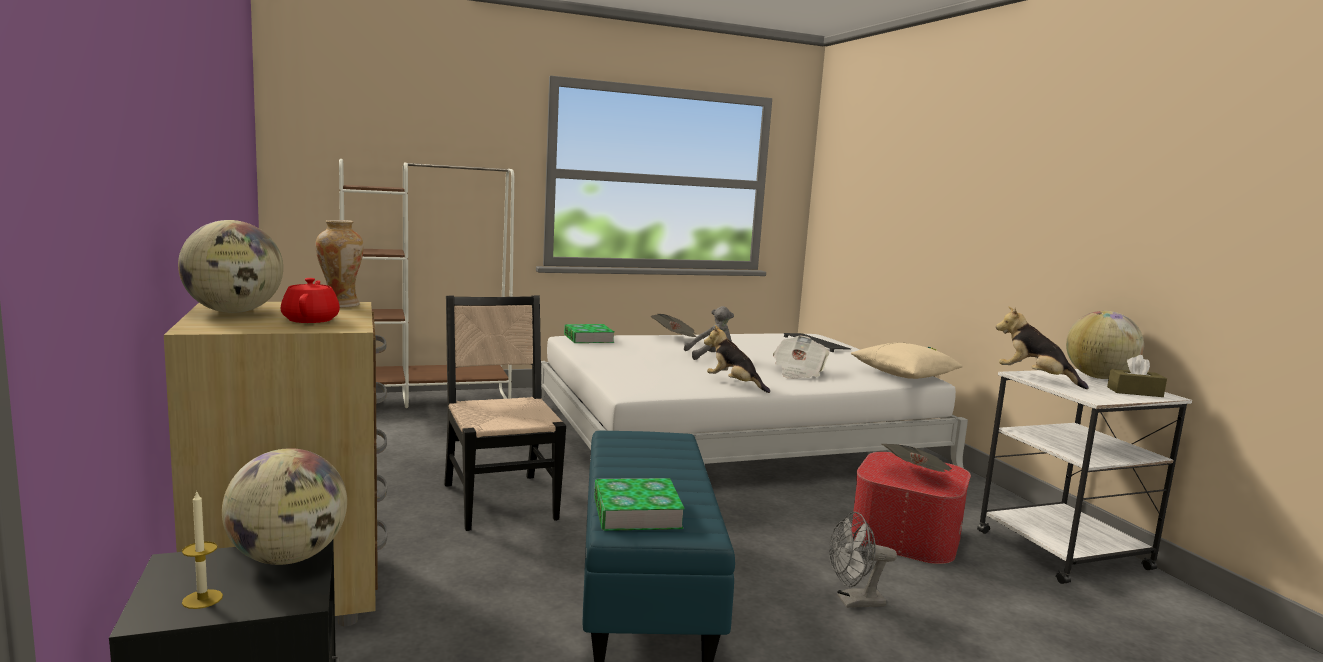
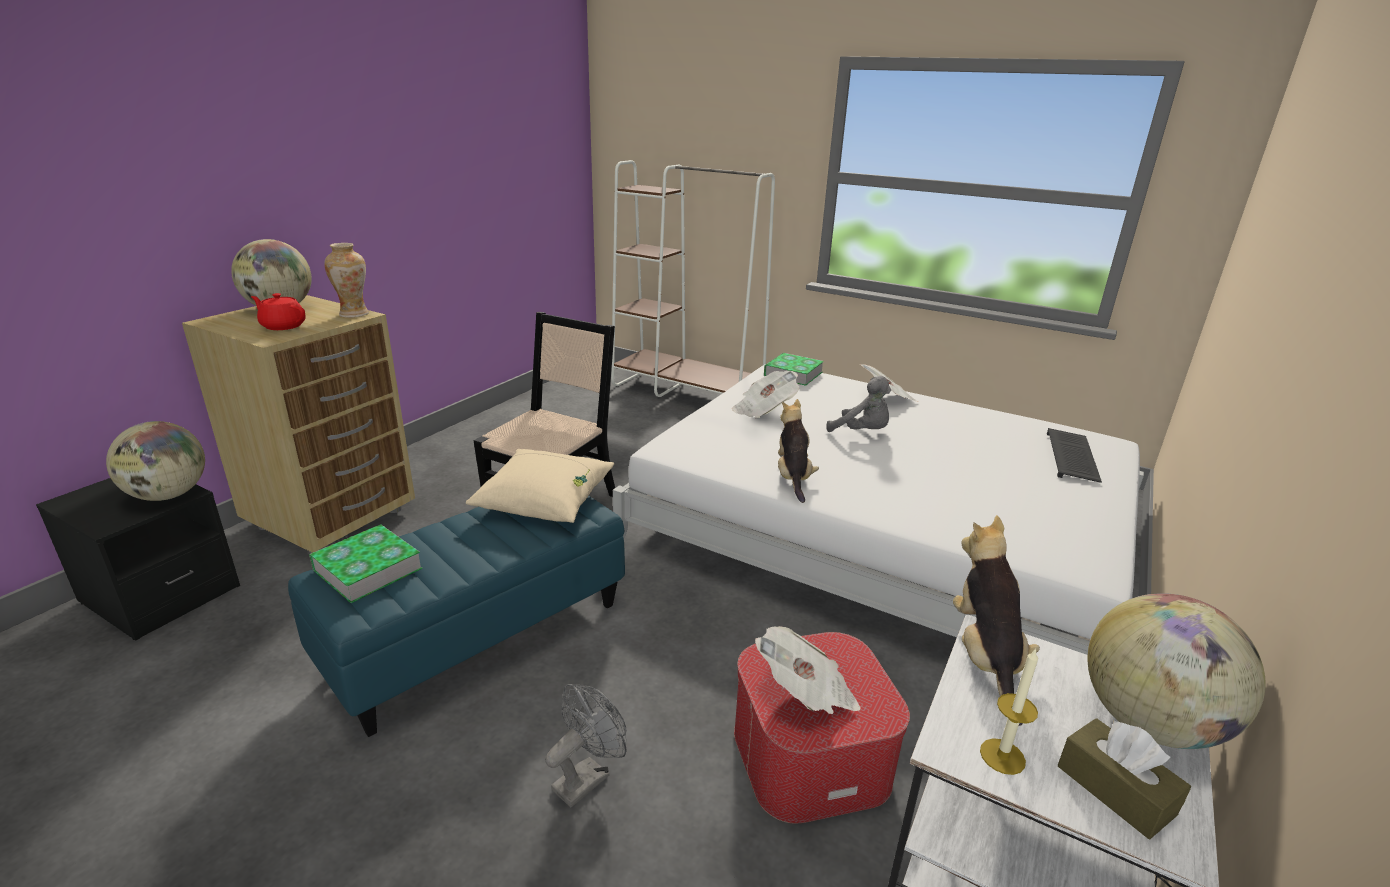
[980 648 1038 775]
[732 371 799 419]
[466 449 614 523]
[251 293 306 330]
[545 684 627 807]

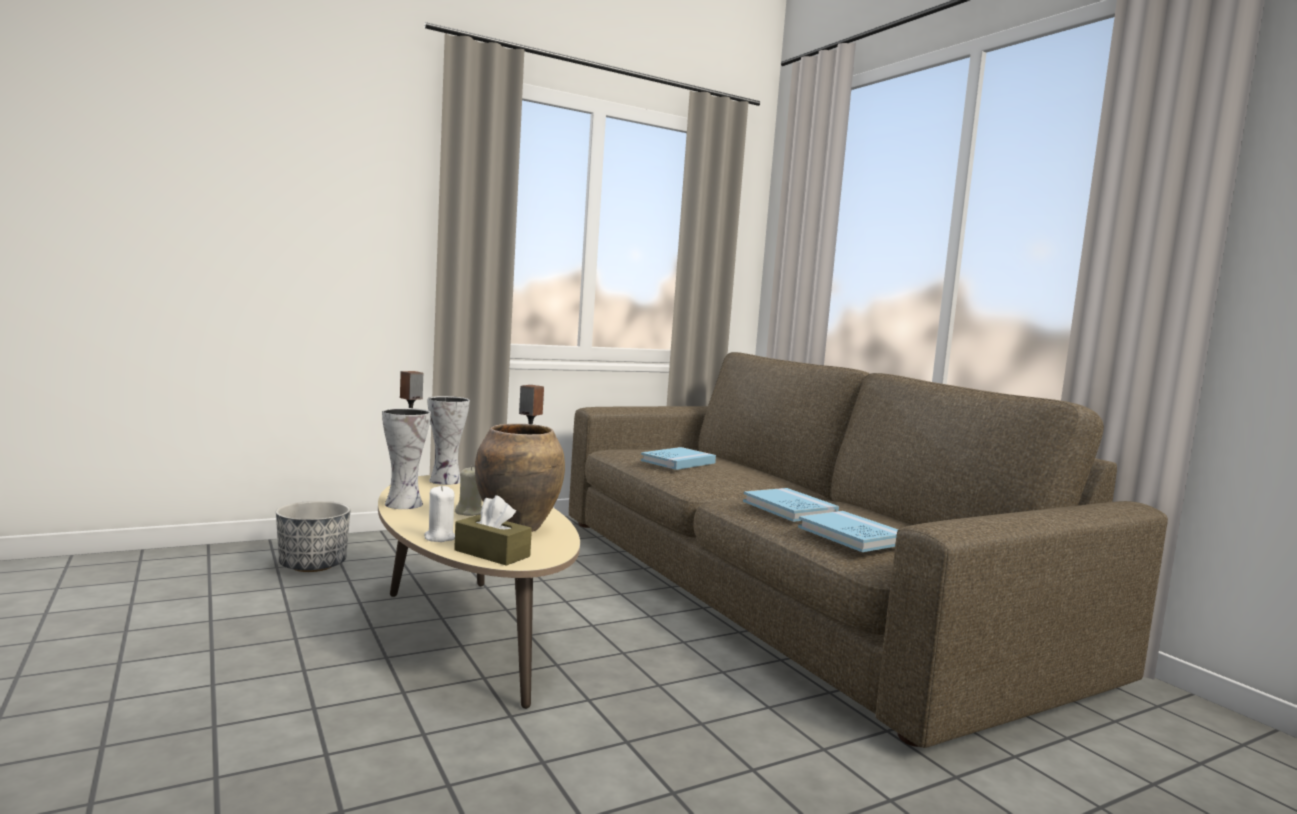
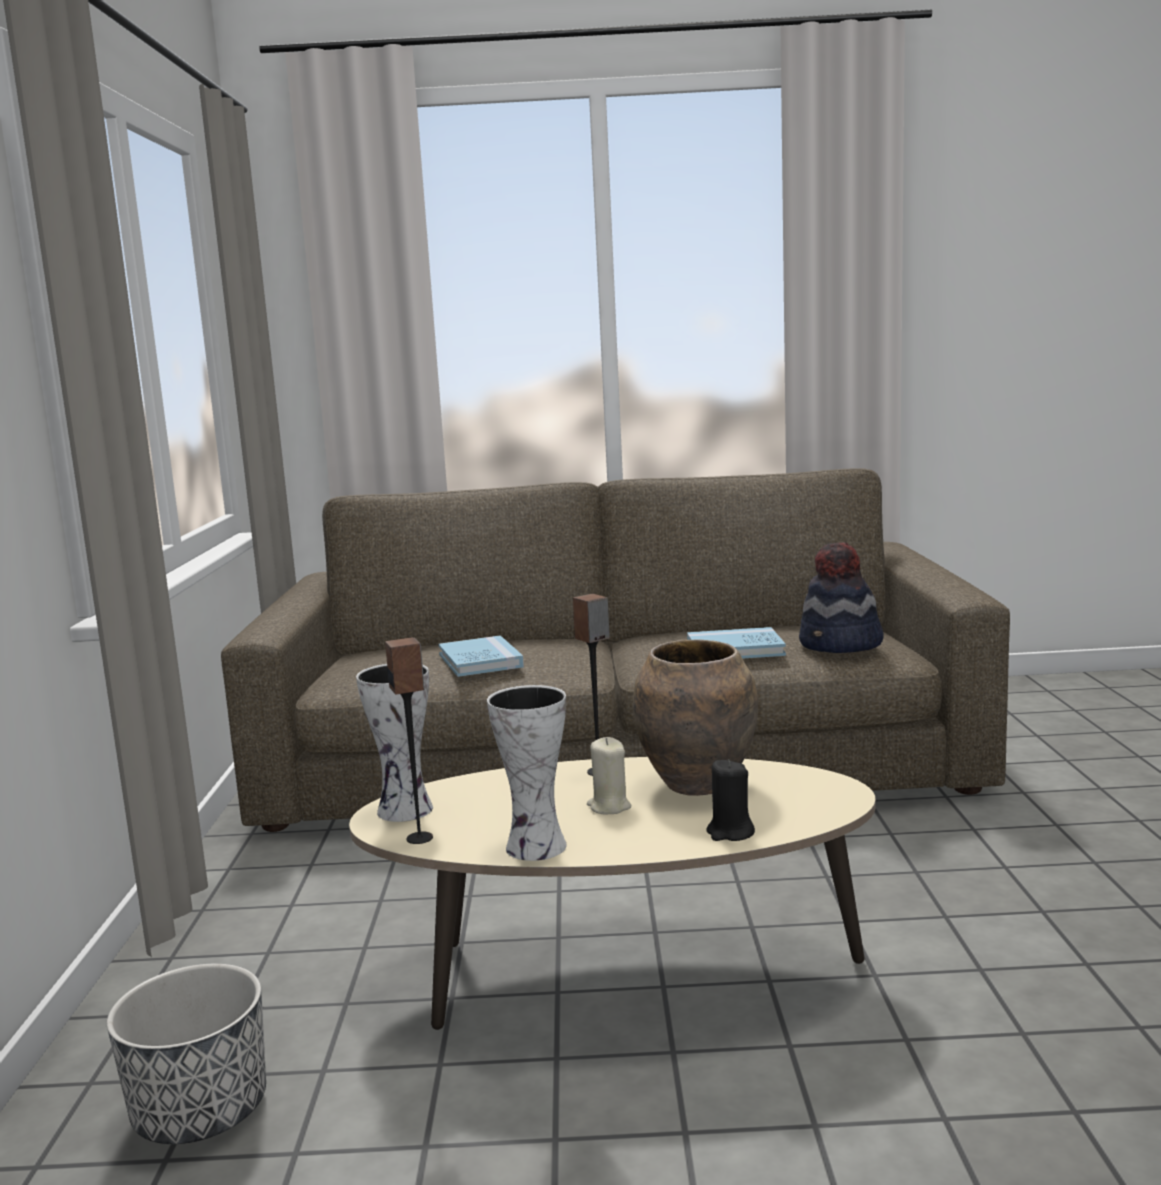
[454 495 532 566] (first image)
[799 543 884 653]
[706 759 755 841]

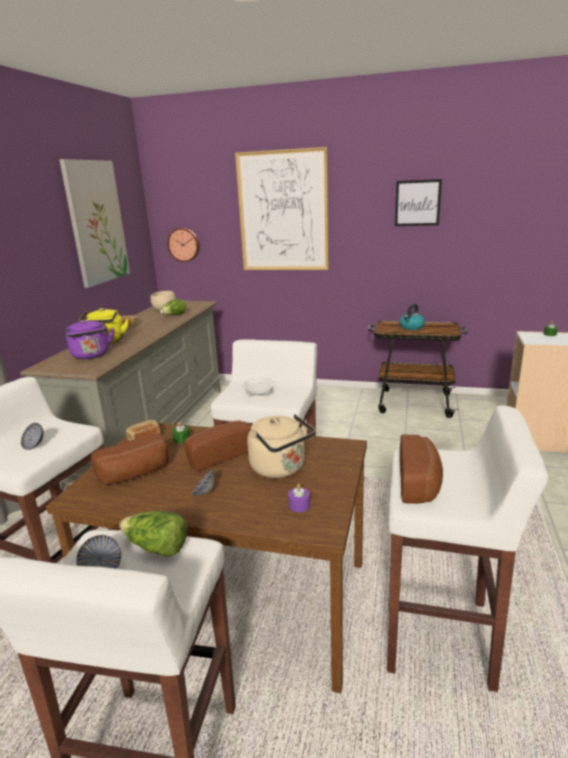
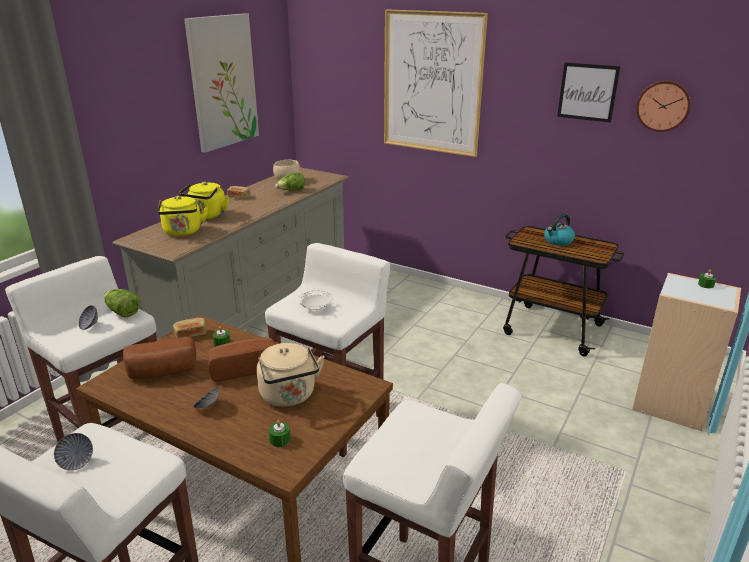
[400 435 443 504] (first image)
[104 289 140 317]
[636 80 691 132]
[157 196 208 236]
[269 420 291 447]

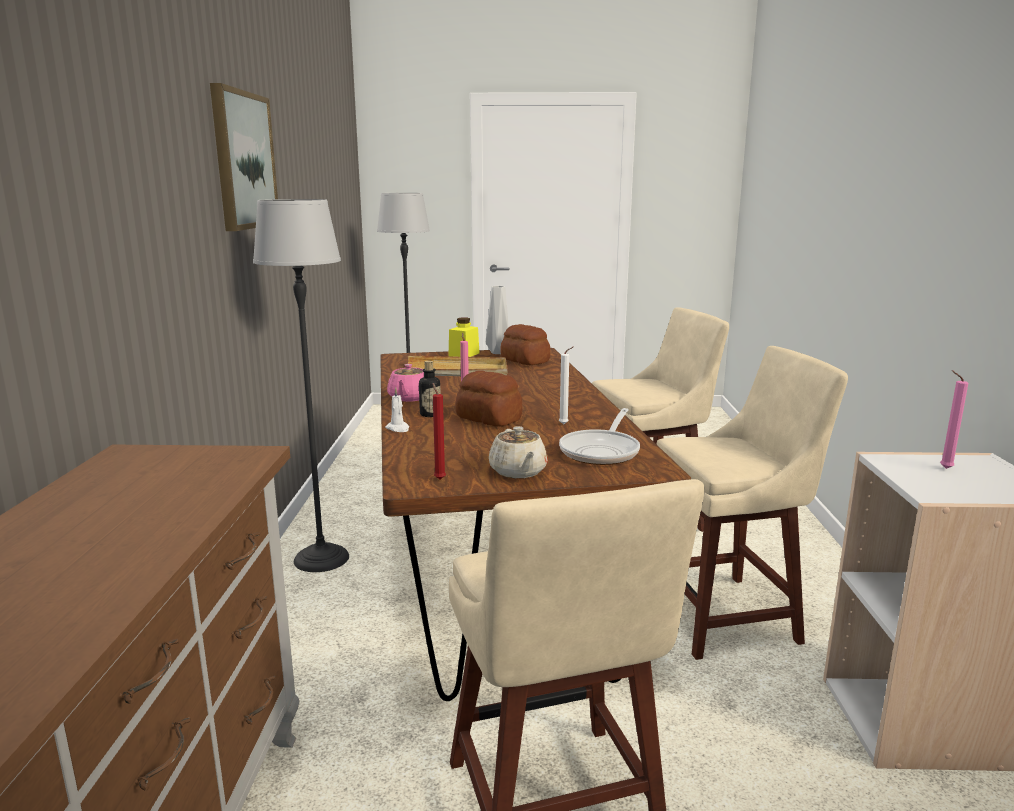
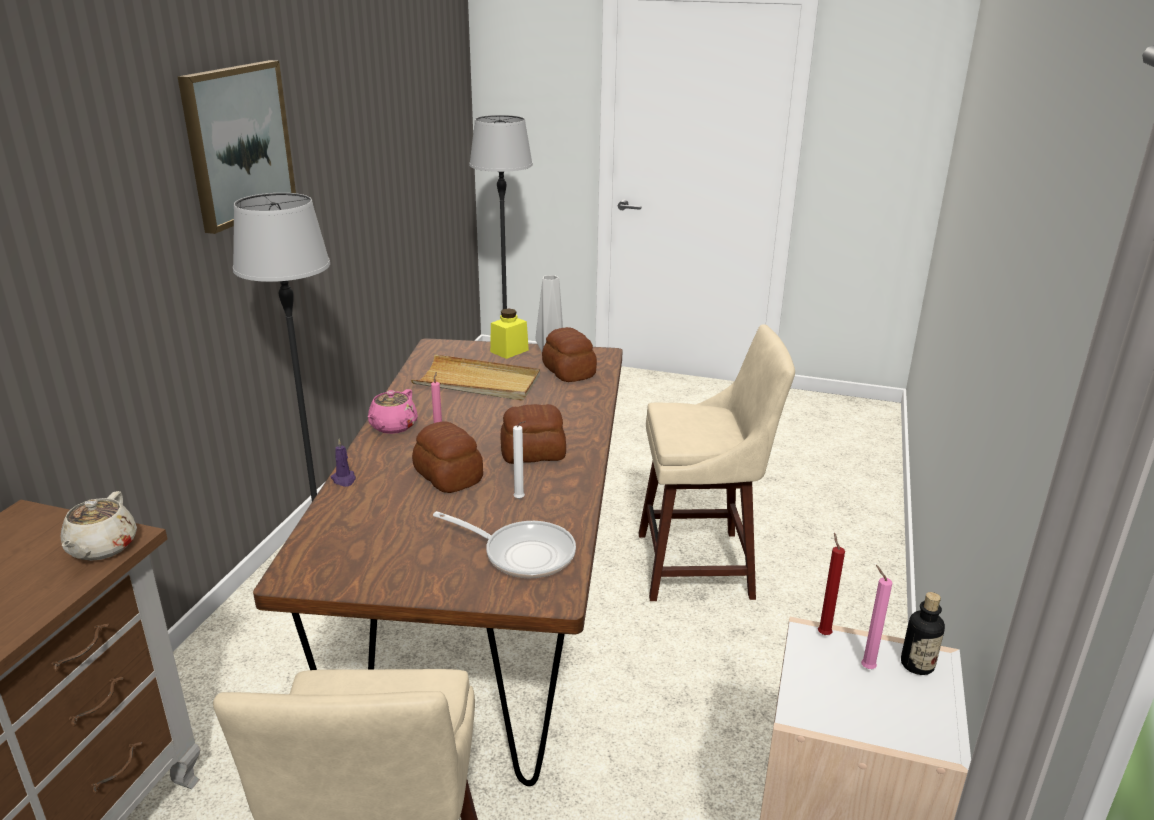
[657 346 848 660] (first image)
[501 404 566 464]
[901 592 945 675]
[818 533 845 635]
[61 491 137 561]
[331 439 356 487]
[433 511 576 578]

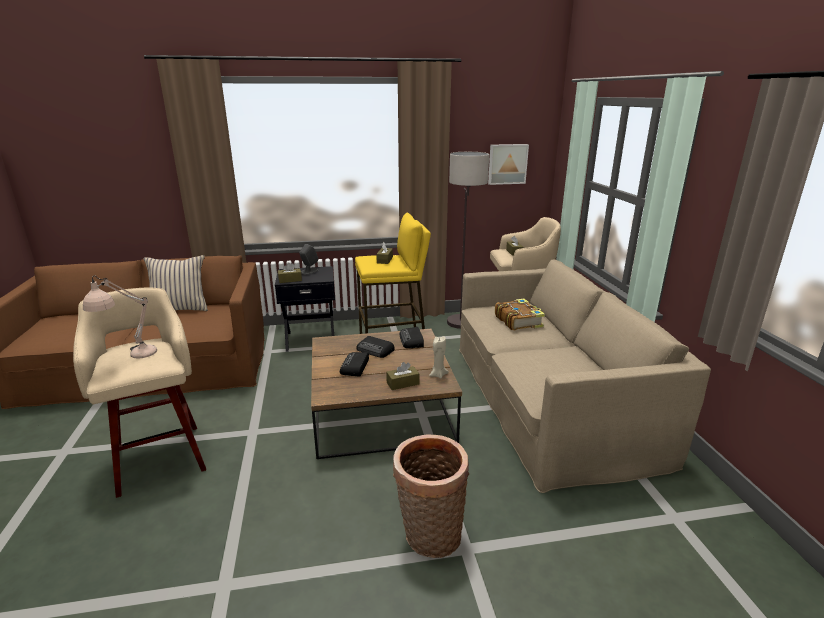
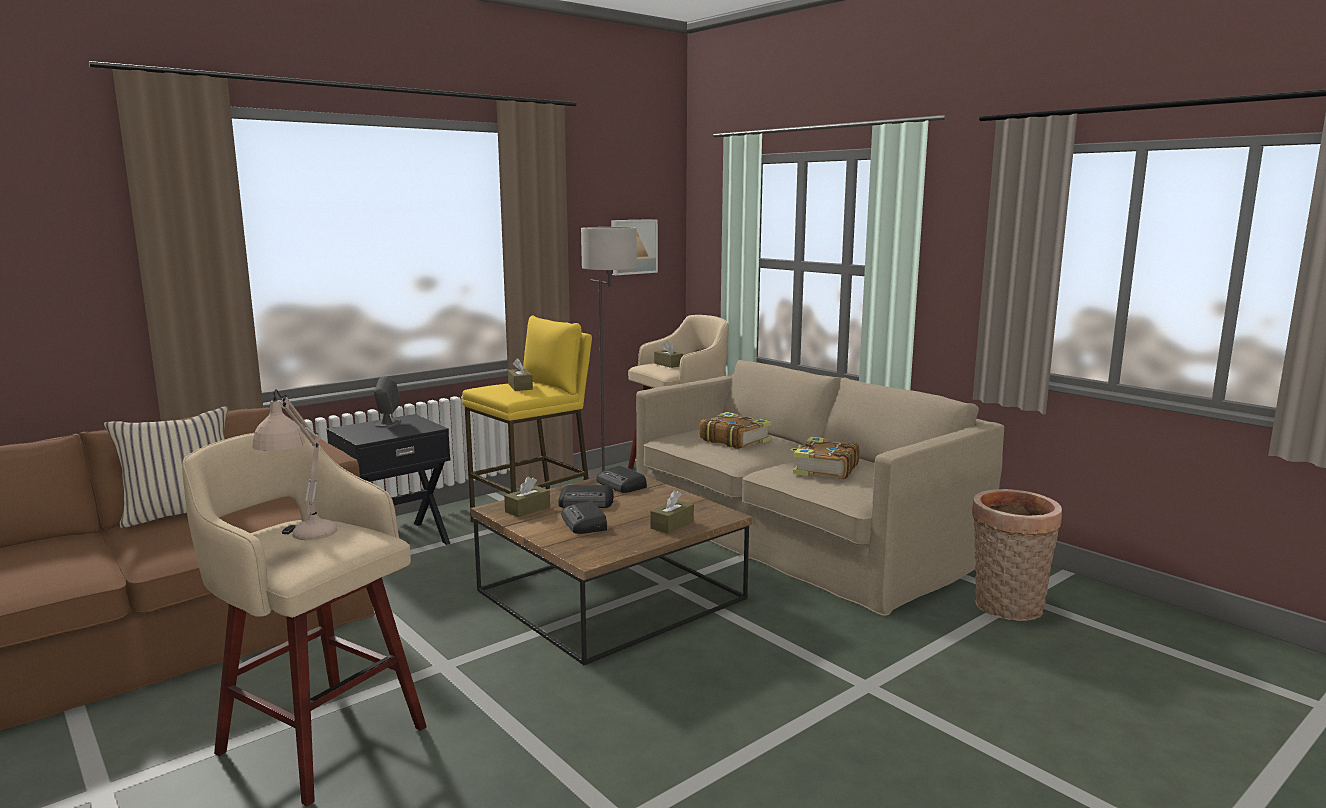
[429 336 449 379] (first image)
[791 437 860 479]
[504 477 550 517]
[972 489 1062 621]

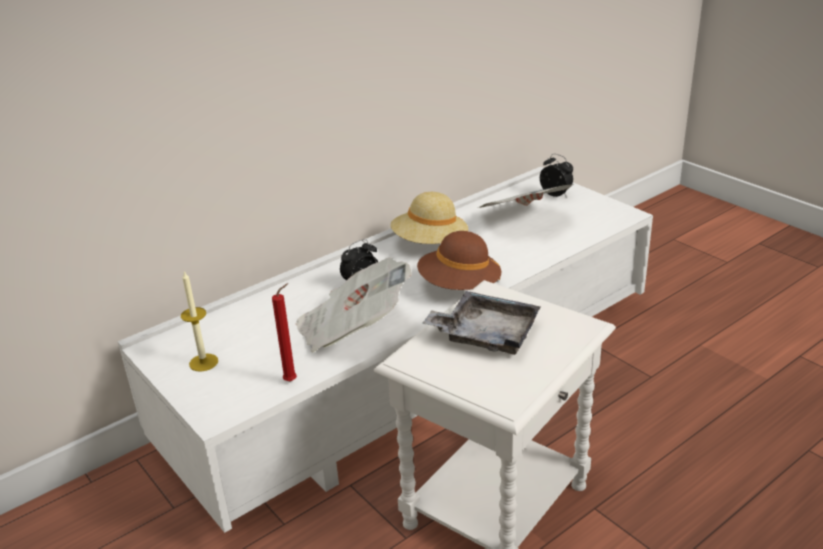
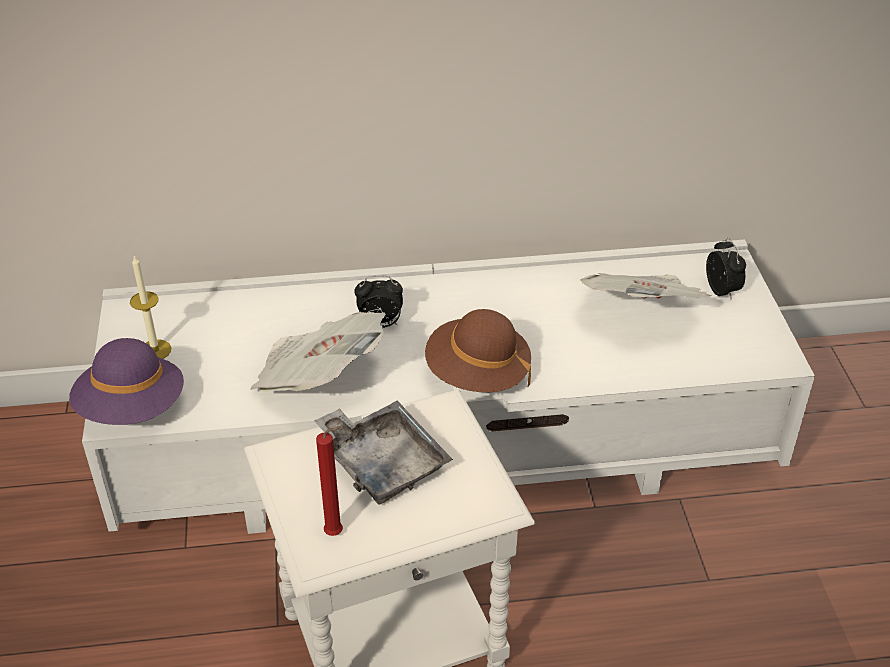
[390 192 468 244] (first image)
[69 338 184 425]
[316 426 343 536]

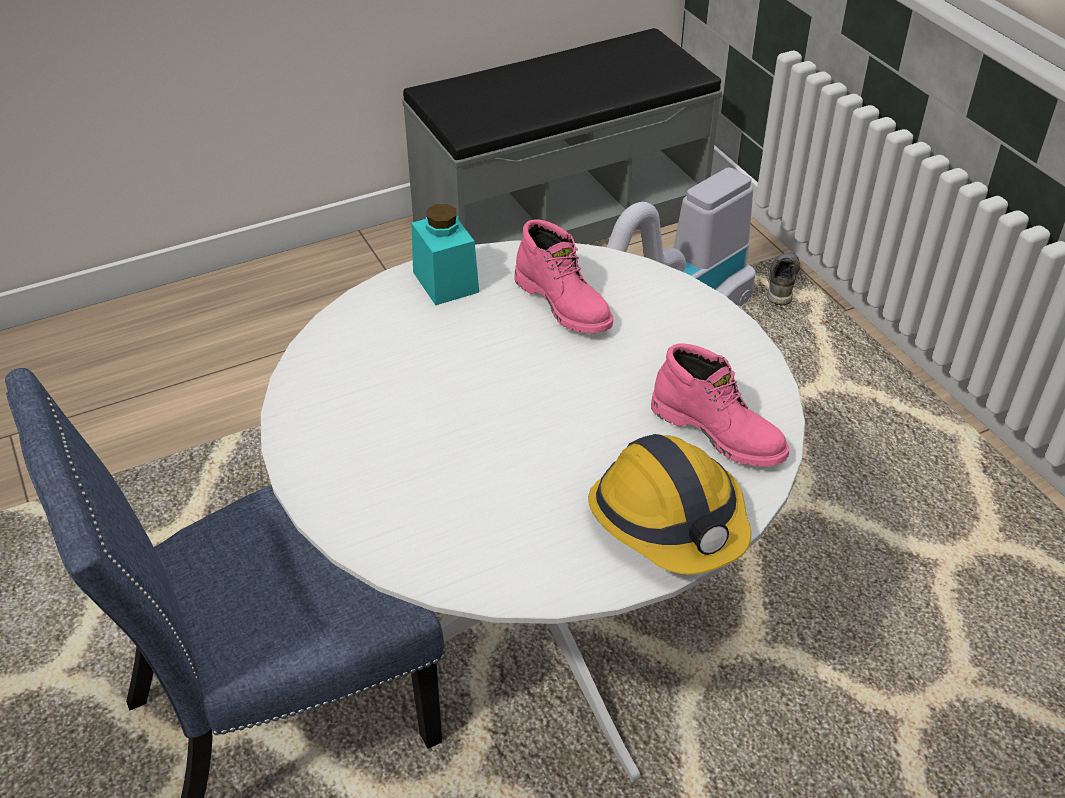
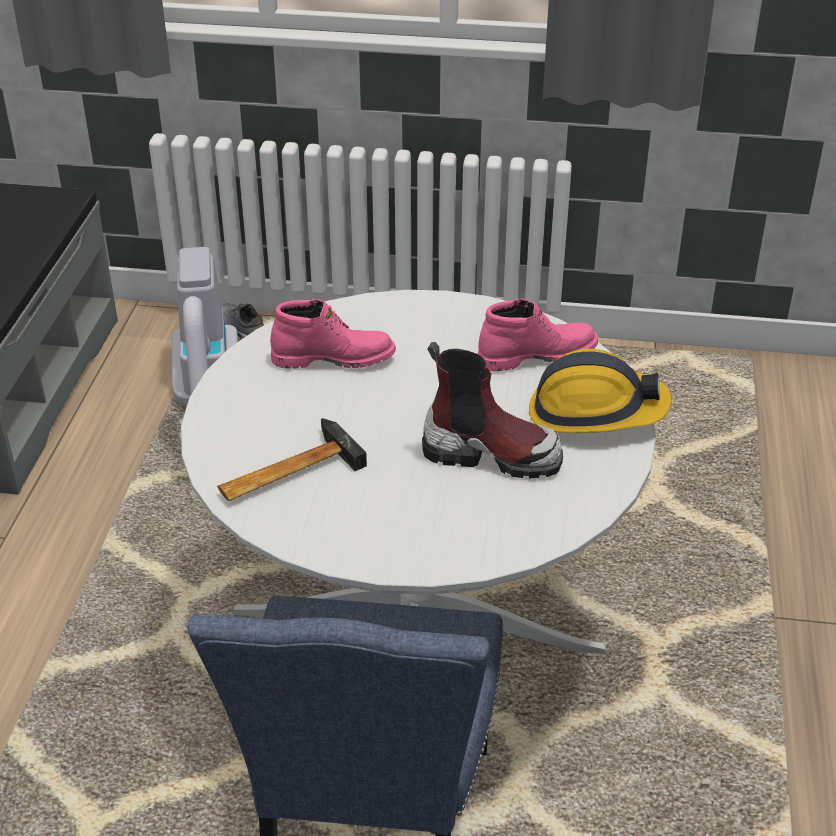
[411 204 479 305] (first image)
[217 418 367 501]
[422 342 563 478]

